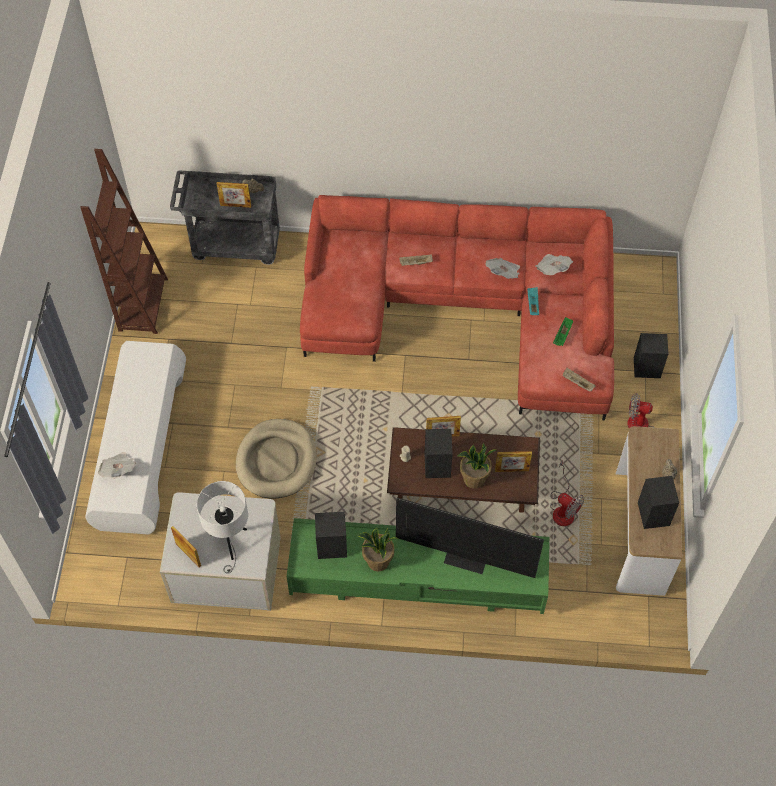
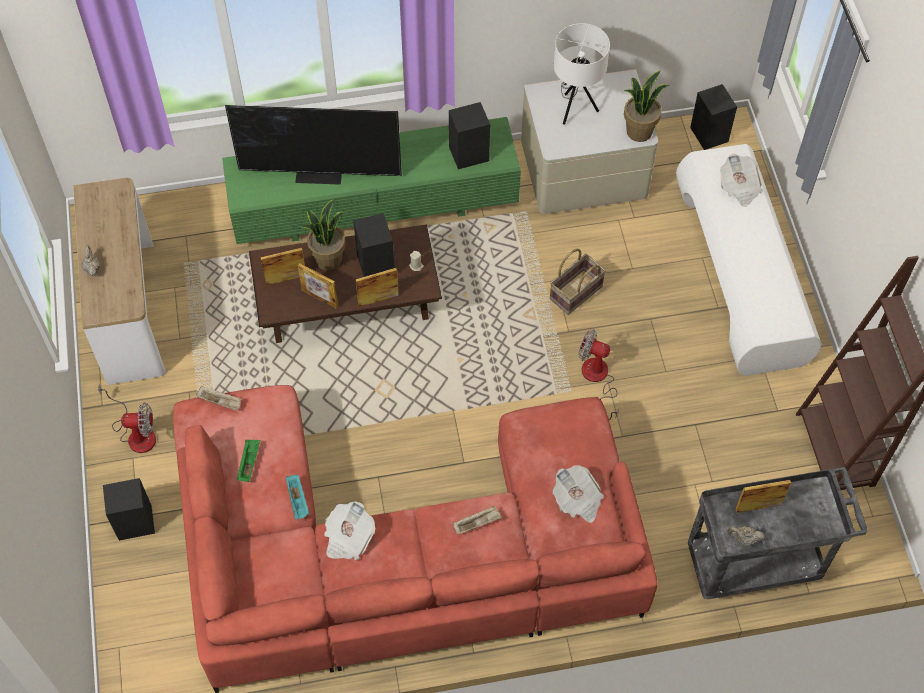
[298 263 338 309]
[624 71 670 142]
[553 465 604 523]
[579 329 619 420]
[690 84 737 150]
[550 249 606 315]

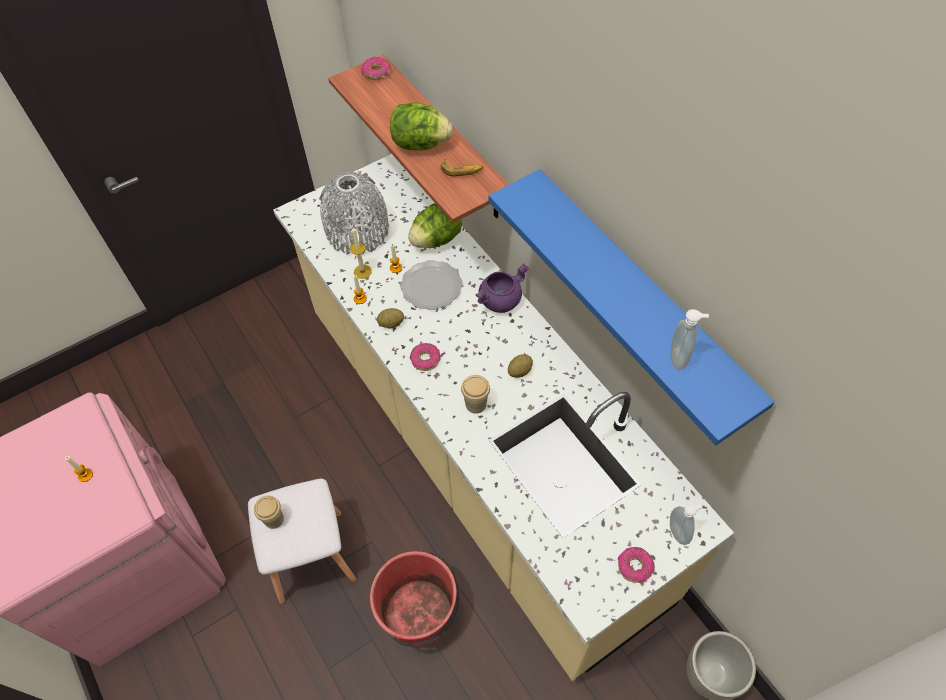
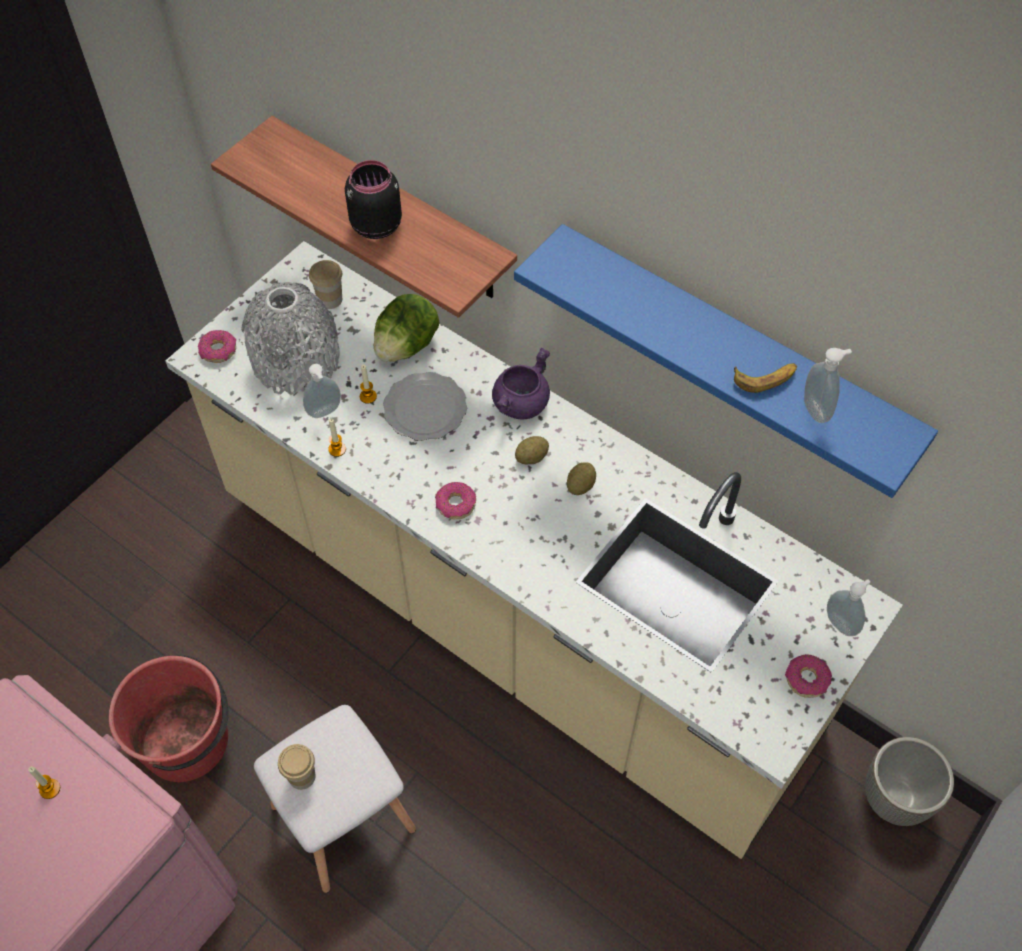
[198 330 236 363]
[109 655 229 782]
[515 436 549 464]
[734 363 797 393]
[309 260 342 309]
[303 364 341 418]
[345 160 402 239]

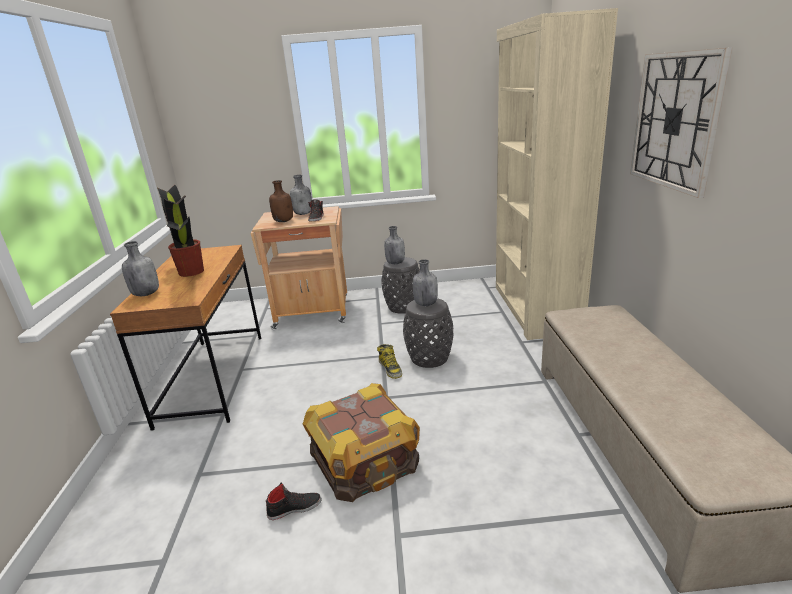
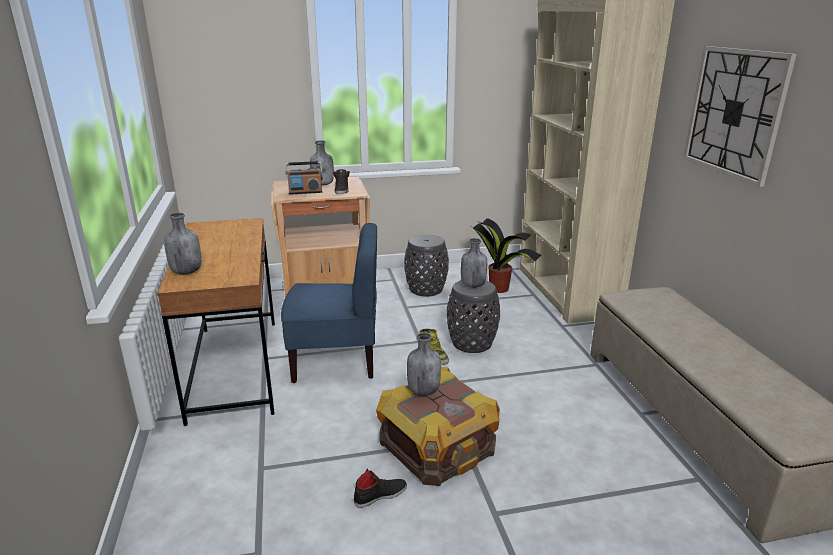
[281 223 377 383]
[472 218 541 293]
[407 333 441 395]
[285 161 323 194]

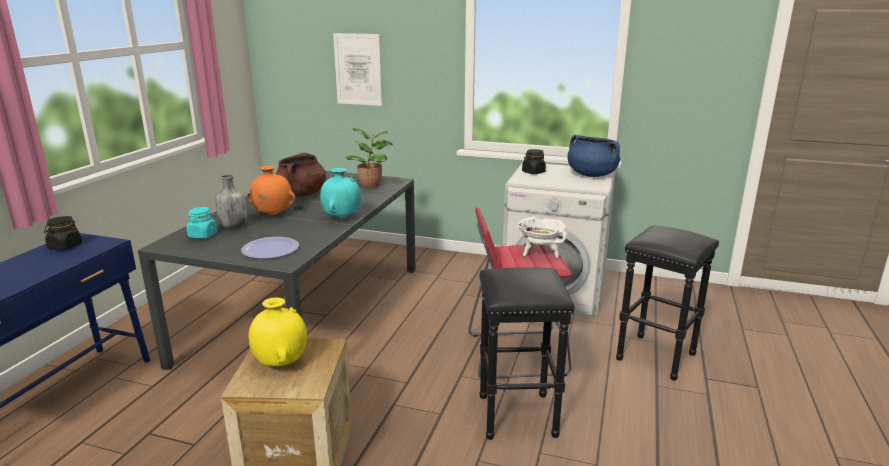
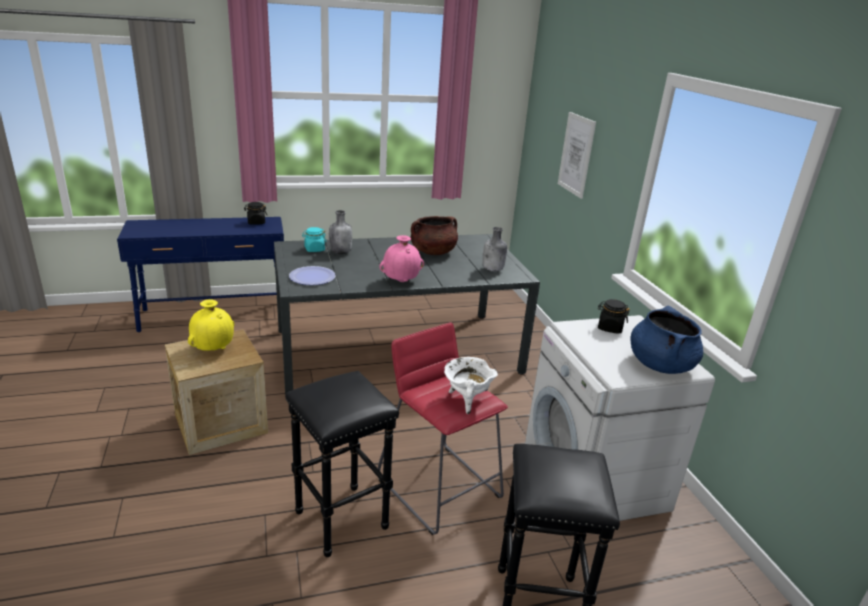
[247 166 296 215] (first image)
[482 227 507 272]
[379 235 424 282]

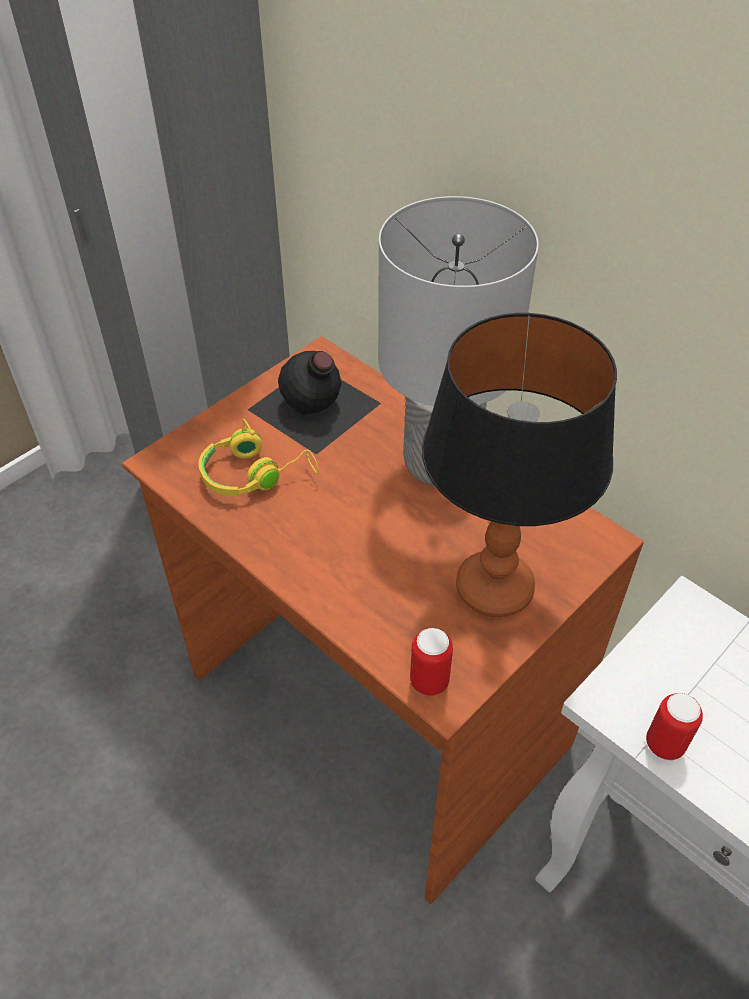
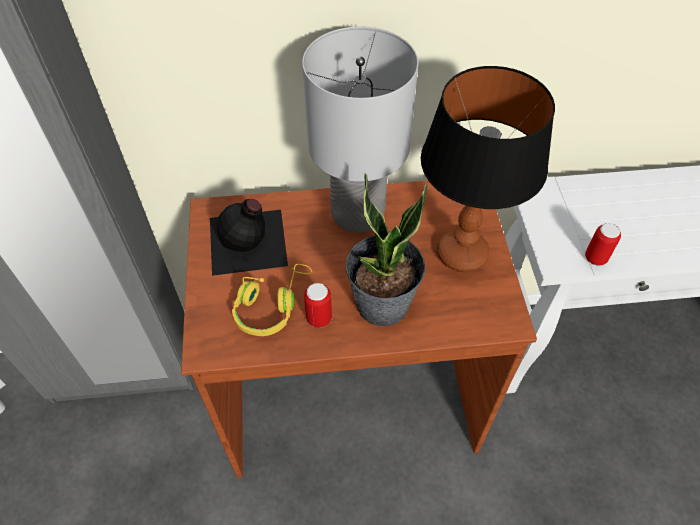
[346 173 428 326]
[304 283 332 328]

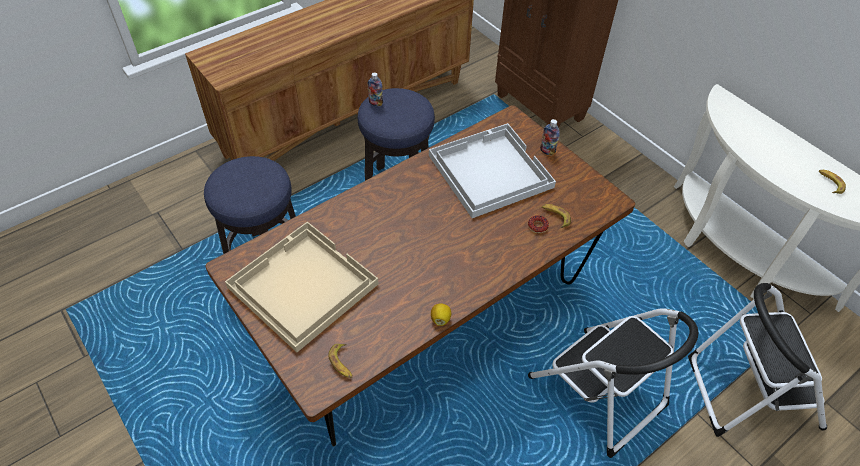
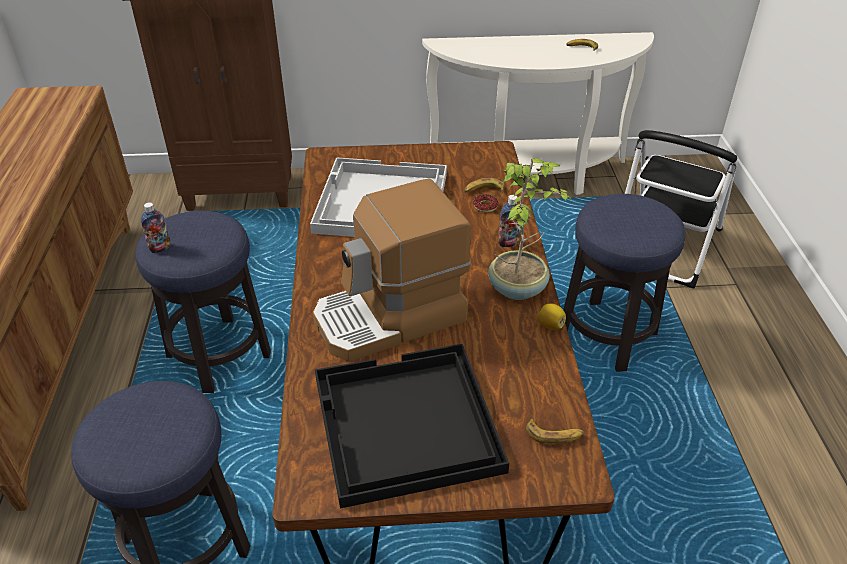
[313 179 471 362]
[488 158 573 300]
[498 195 521 247]
[563 194 686 372]
[315 344 509 508]

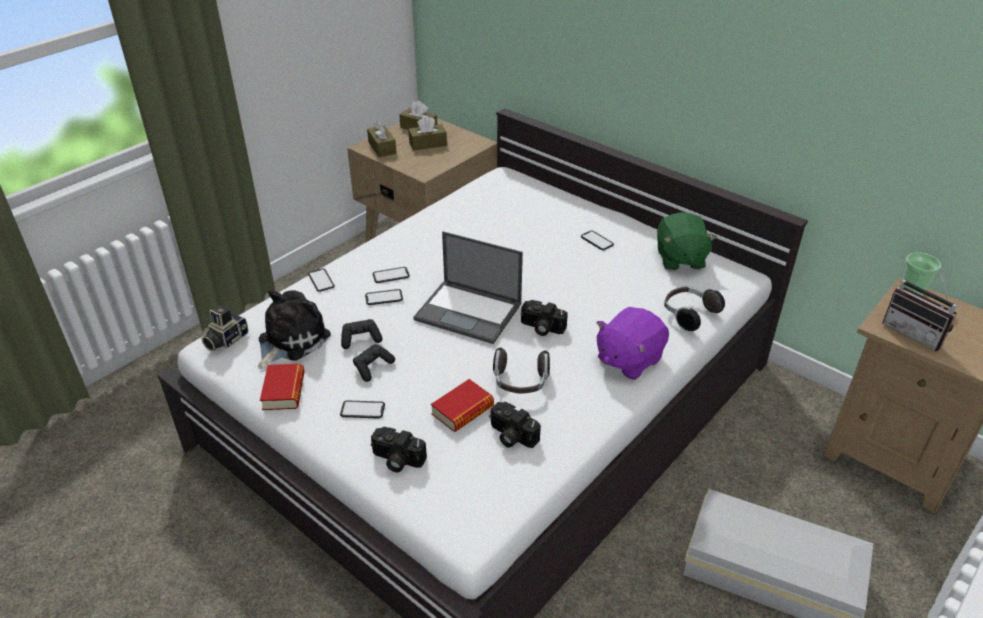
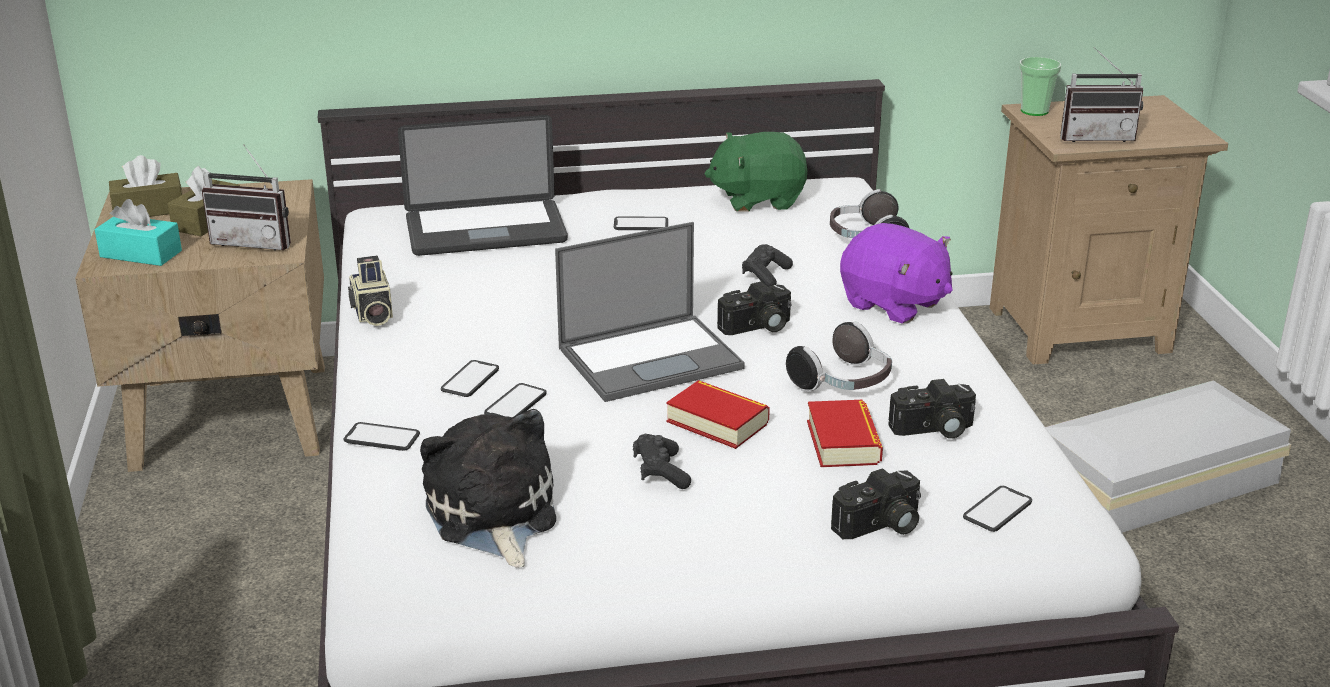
[202 144 291 250]
[398 115 568 256]
[348 256 393 326]
[667 380 770 449]
[963 486 1032 532]
[742 244 793 287]
[94 199 182 266]
[840 223 953 324]
[705 132 808 212]

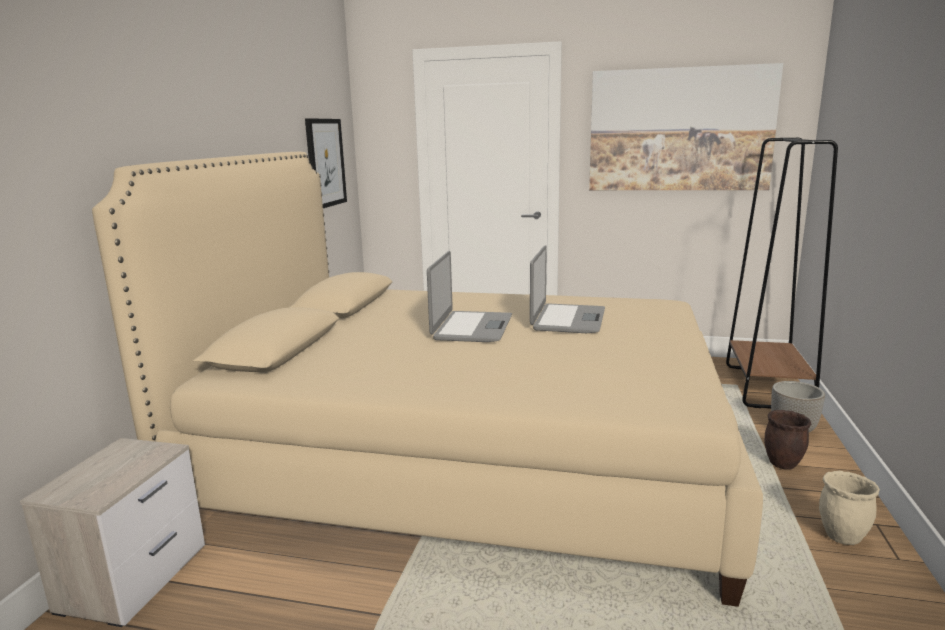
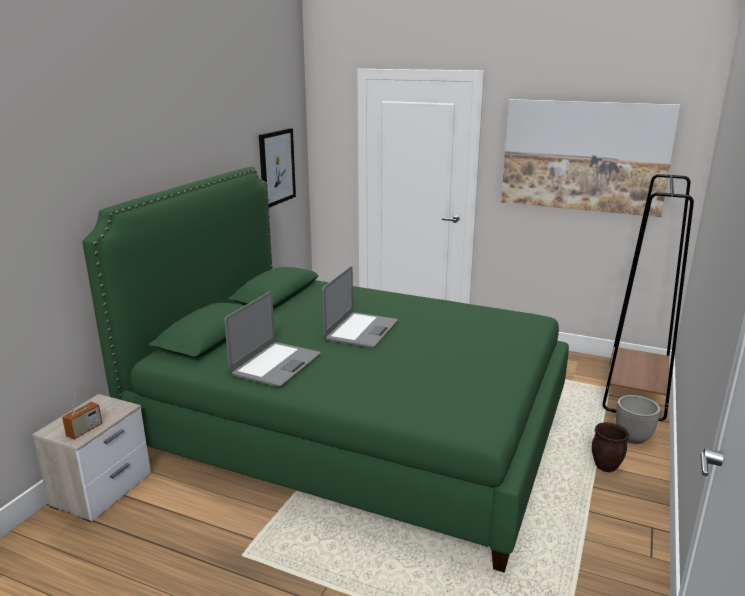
[819 471 880 545] (first image)
[62 383 102 439]
[224 292 321 386]
[83 167 569 573]

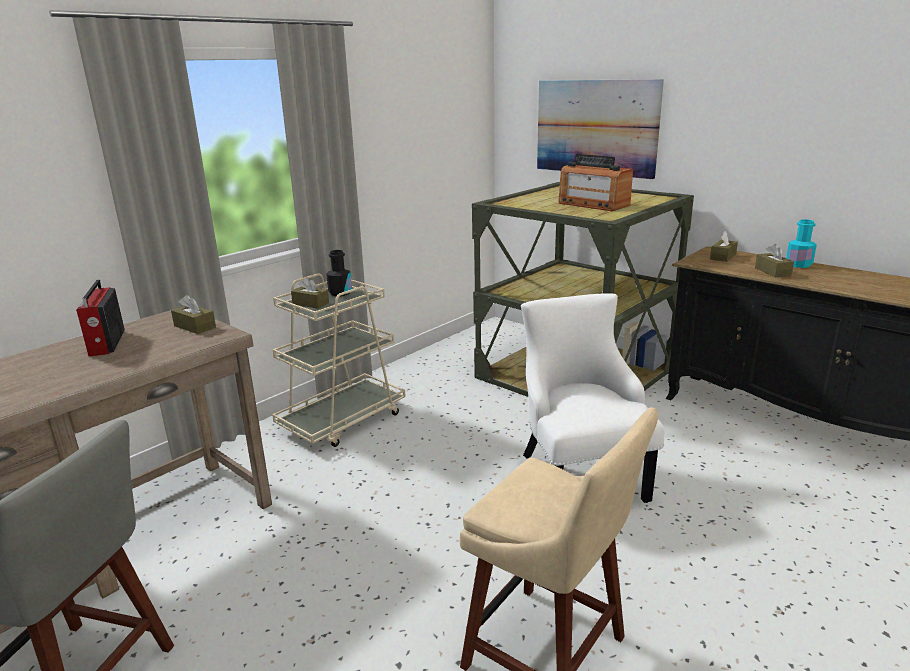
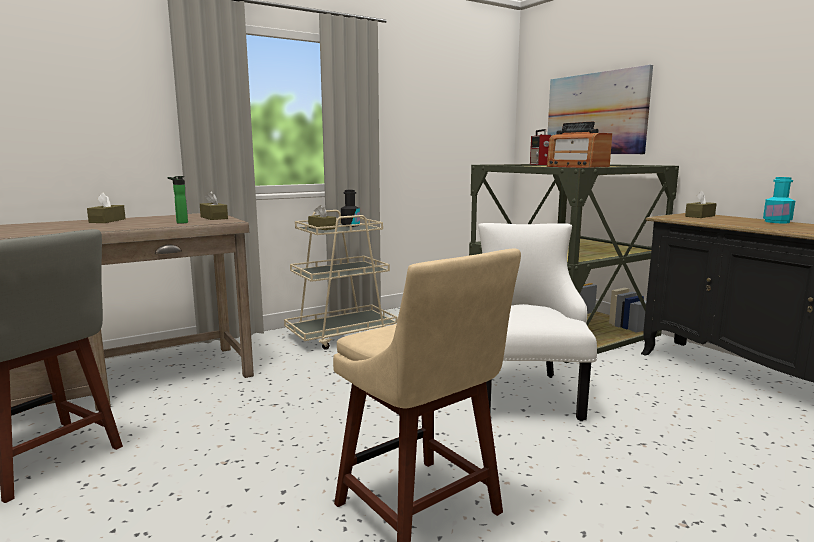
[167 176 188 224]
[530 129 552 165]
[87 193 126 223]

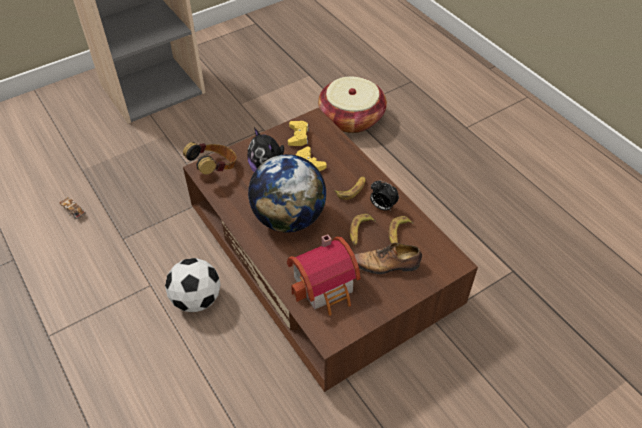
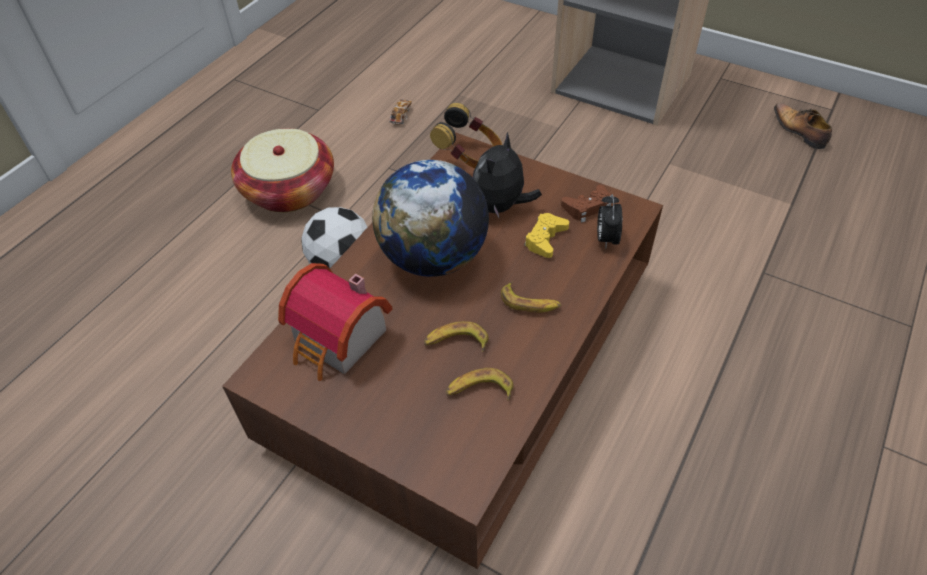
[231 128 334 213]
[774 103 832 149]
[597 194 622 249]
[561 185 612 223]

